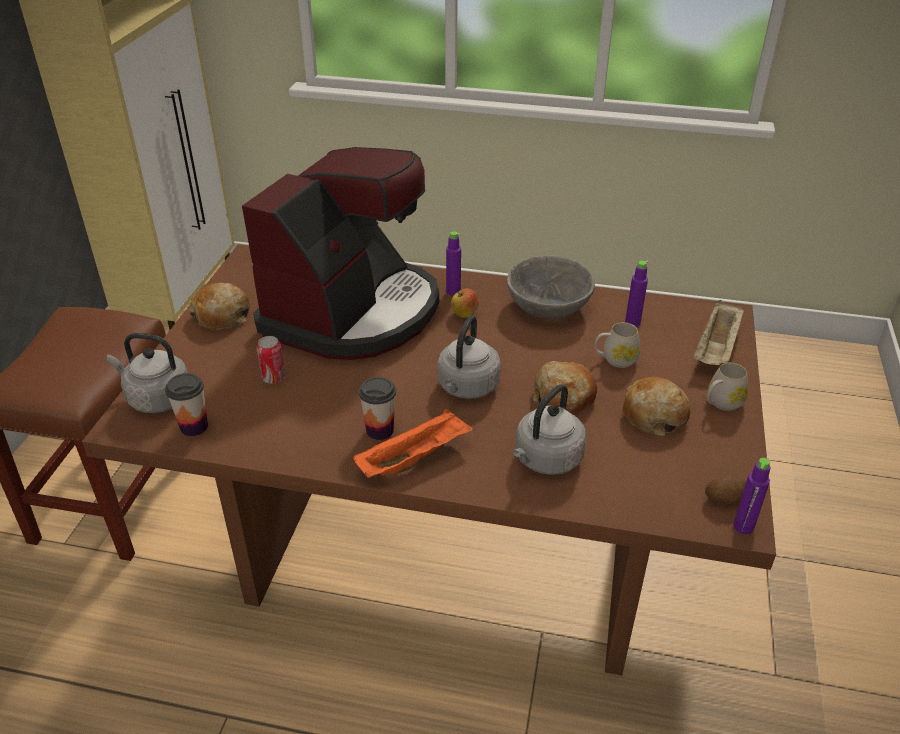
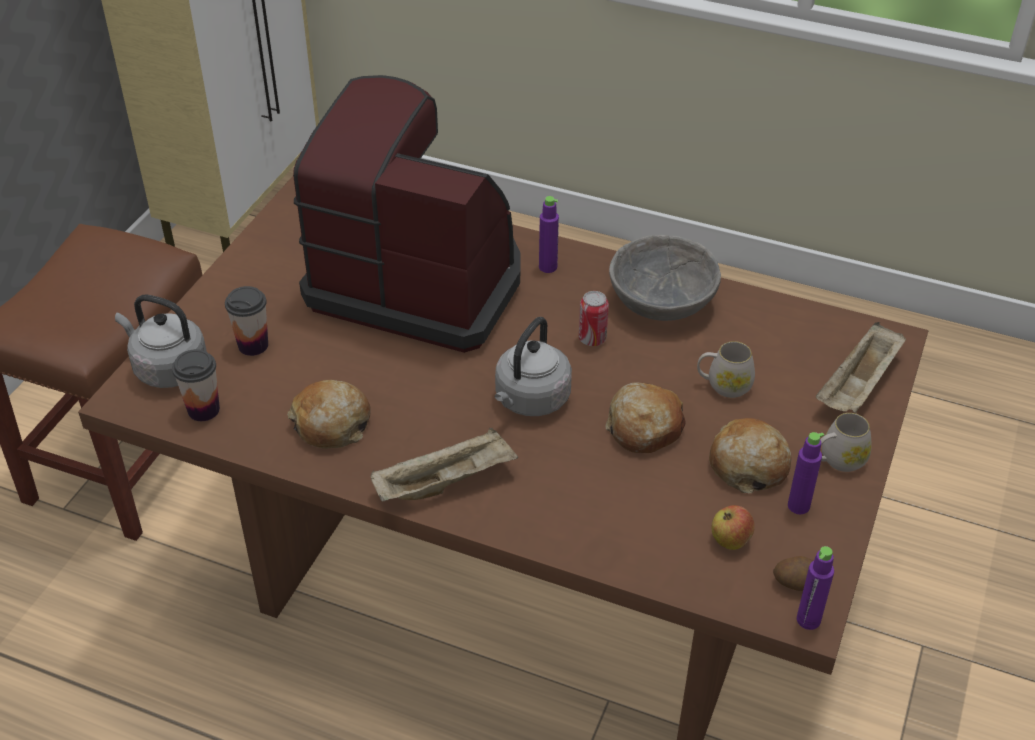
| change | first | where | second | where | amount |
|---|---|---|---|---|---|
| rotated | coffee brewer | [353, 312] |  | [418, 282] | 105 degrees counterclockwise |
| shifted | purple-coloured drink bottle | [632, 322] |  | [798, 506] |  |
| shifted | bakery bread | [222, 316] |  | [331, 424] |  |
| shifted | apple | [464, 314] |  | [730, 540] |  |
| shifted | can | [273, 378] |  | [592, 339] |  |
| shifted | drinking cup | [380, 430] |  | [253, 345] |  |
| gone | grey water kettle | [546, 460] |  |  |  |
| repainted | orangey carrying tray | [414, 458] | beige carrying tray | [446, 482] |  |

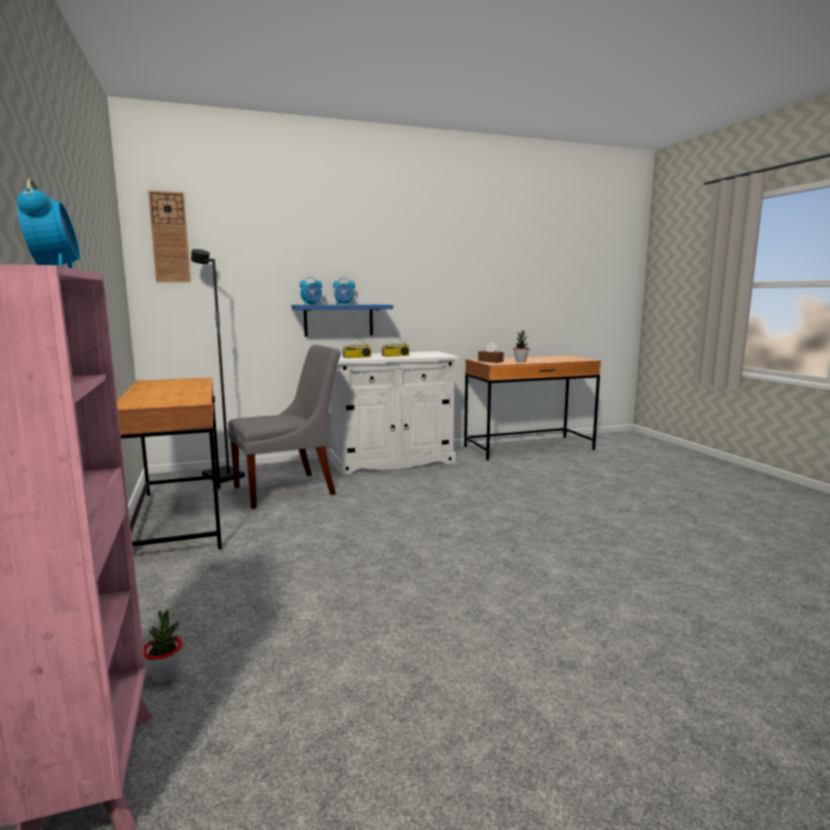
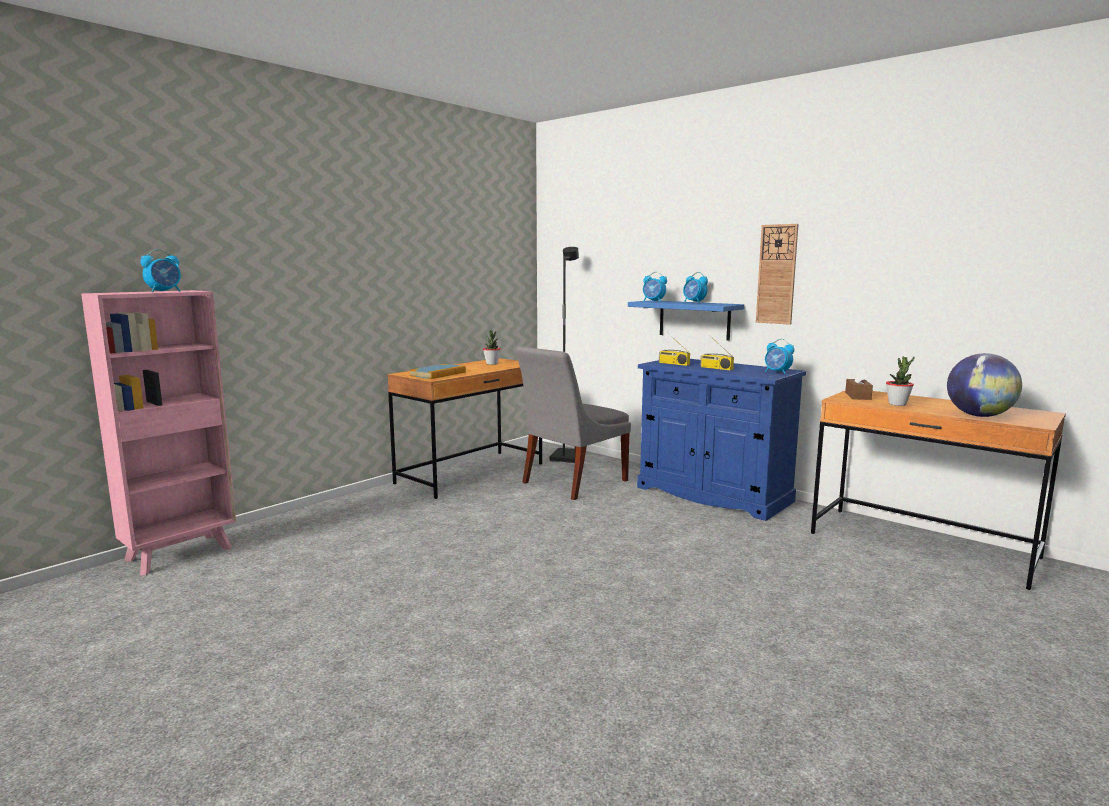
| change | first | where | second | where | amount |
|---|---|---|---|---|---|
| shifted | hanging clock | [170, 237] |  | [777, 274] |  |
| rotated | grey chair | [289, 489] |  | [571, 482] | 105 degrees clockwise |
| repainted | white cupboard | [392, 461] | blue cupboard | [713, 494] |  |
| shifted | houseplant | [165, 675] |  | [492, 363] |  |
| new |  |  | bedside clock | [777, 372] |  |
| new |  |  | globe | [979, 416] |  |
| new |  |  | volume | [438, 374] |  |

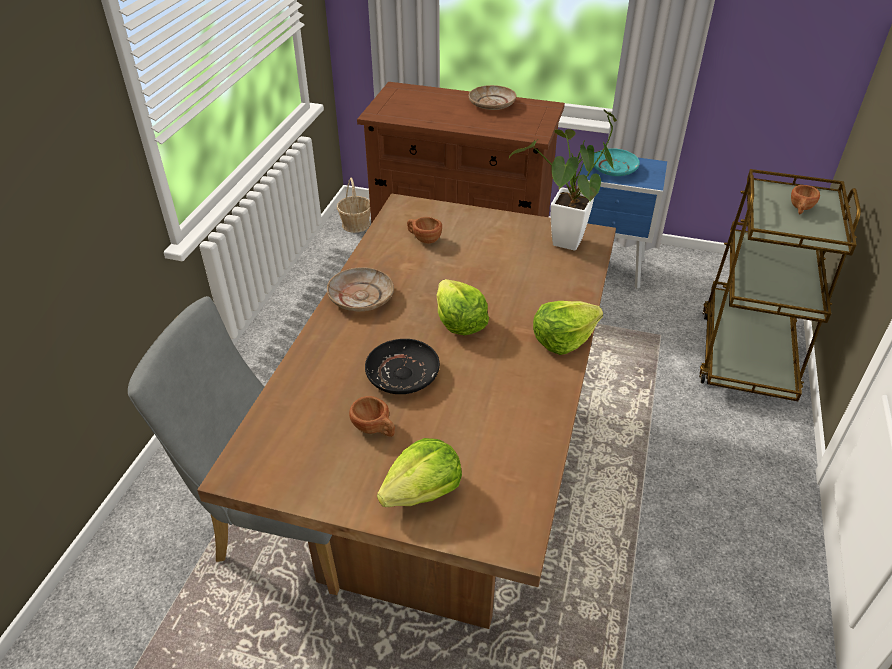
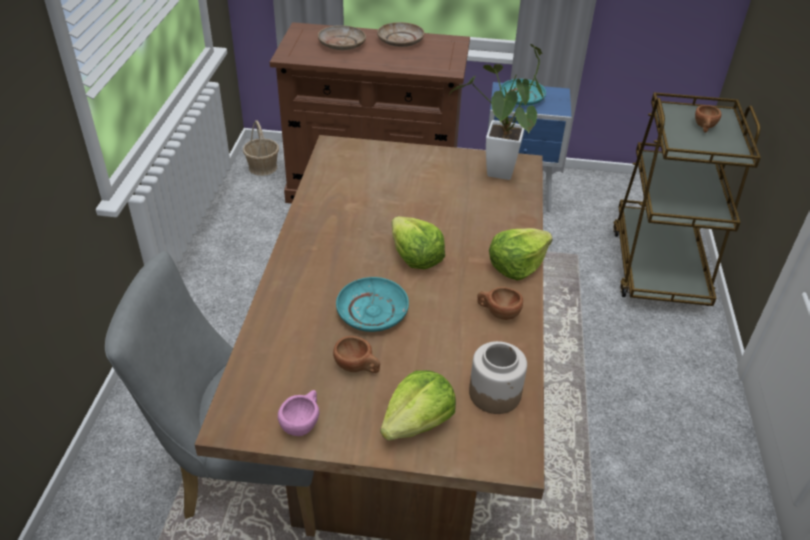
| change | first | where | second | where | amount |
|---|---|---|---|---|---|
| shifted | brown drinking cup | [423, 239] |  | [498, 312] |  |
| shifted | beige dinner plate | [361, 297] |  | [341, 44] |  |
| repainted | black dinner plate | [403, 374] | turquoise dinner plate | [372, 312] |  |
| new |  |  | jar | [495, 393] |  |
| new |  |  | pinkish drinking cup | [303, 422] |  |

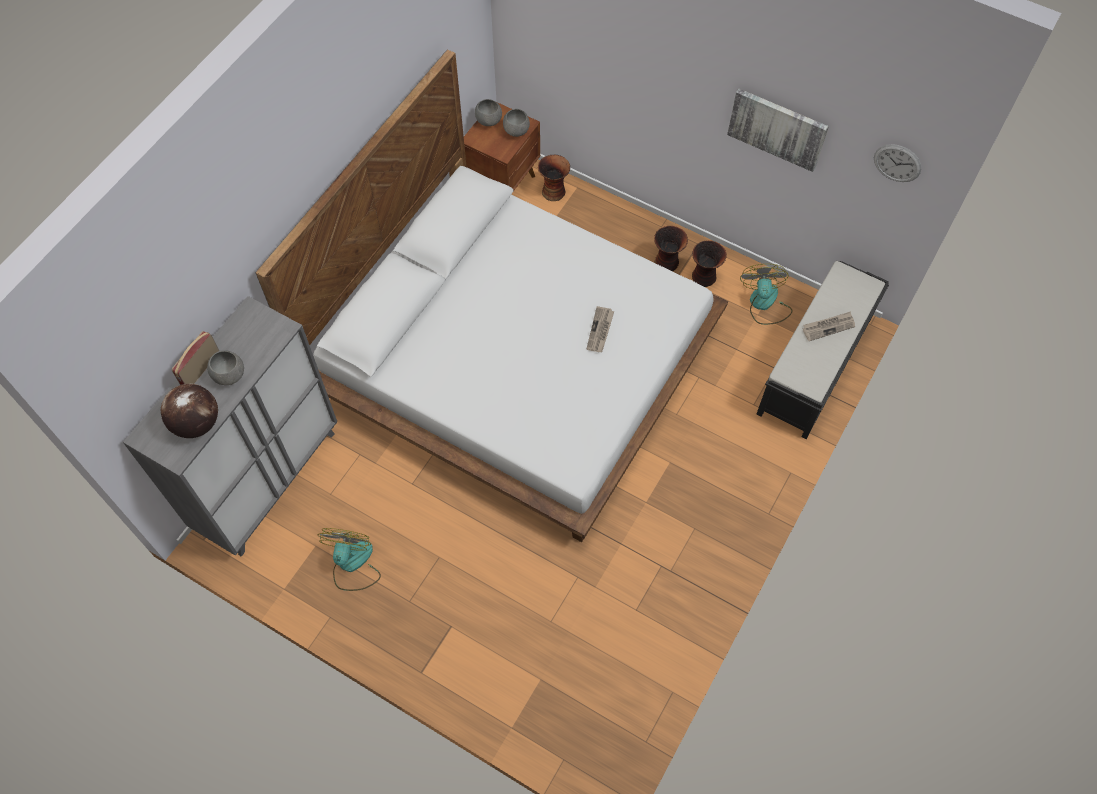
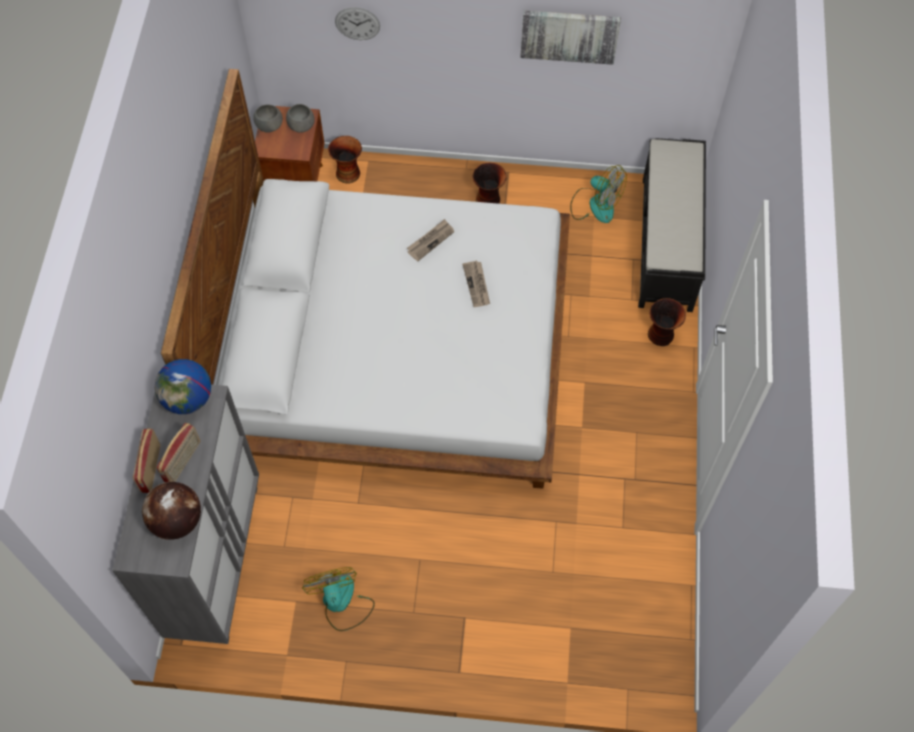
| change | first | where | second | where | amount |
|---|---|---|---|---|---|
| shifted | hanging clock | [897, 163] |  | [357, 23] |  |
| shifted | vase | [704, 277] |  | [661, 335] |  |
| rotated | cooling fan | [764, 304] |  | [595, 204] | 150 degrees clockwise |
| shifted | newspaper | [828, 327] |  | [430, 241] |  |
| swapped | grey bowl | [229, 375] | radio receiver | [183, 462] |  |
| new |  |  | globe | [188, 399] |  |

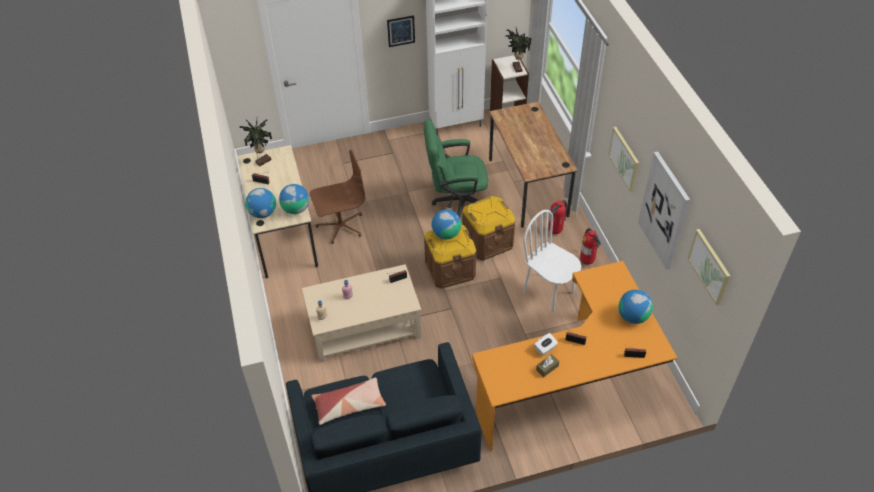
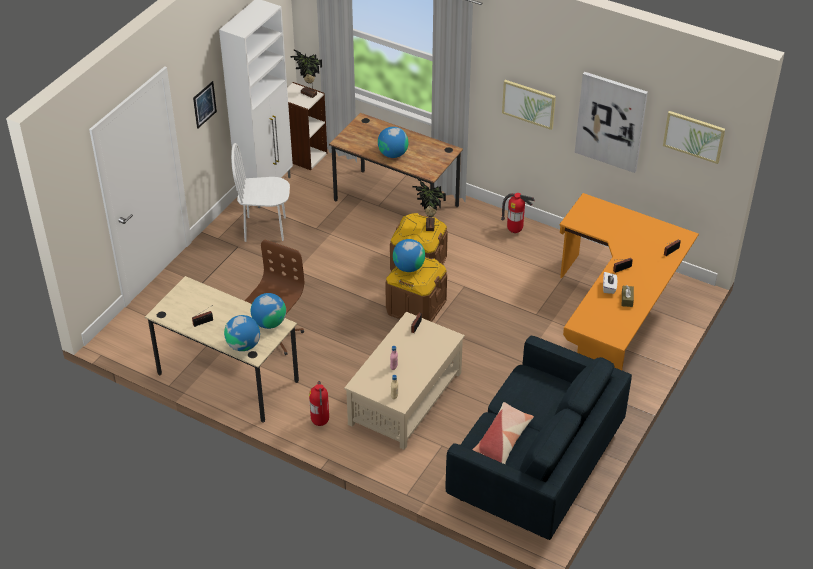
| change | first | where | second | where | amount |
|---|---|---|---|---|---|
| shifted | houseplant | [262, 161] |  | [429, 226] |  |
| gone | green-coloured desk chair | [456, 201] |  |  |  |
| shifted | extinguisher | [555, 232] |  | [321, 422] |  |
| shifted | white chair | [548, 292] |  | [265, 229] |  |
| shifted | globe | [633, 316] |  | [393, 154] |  |

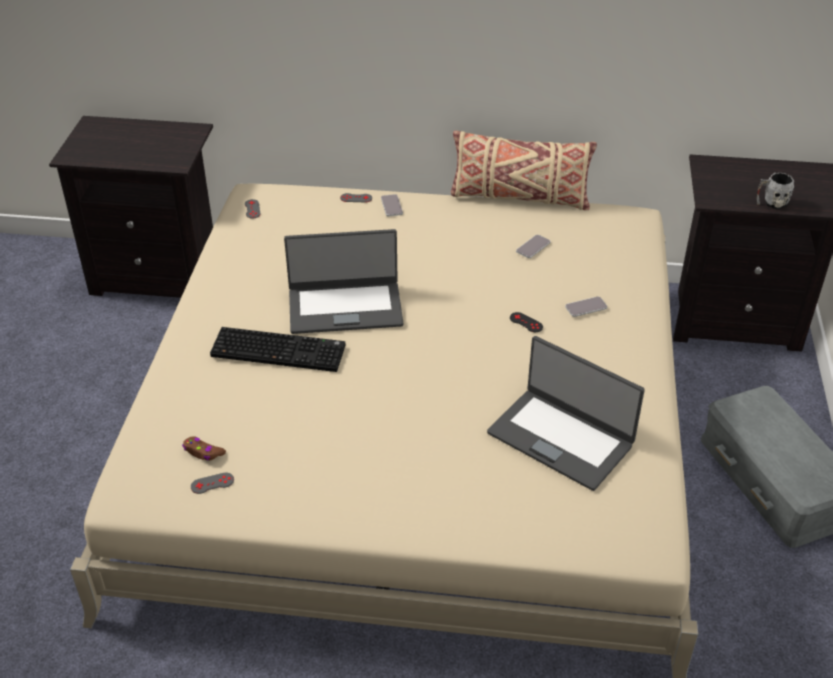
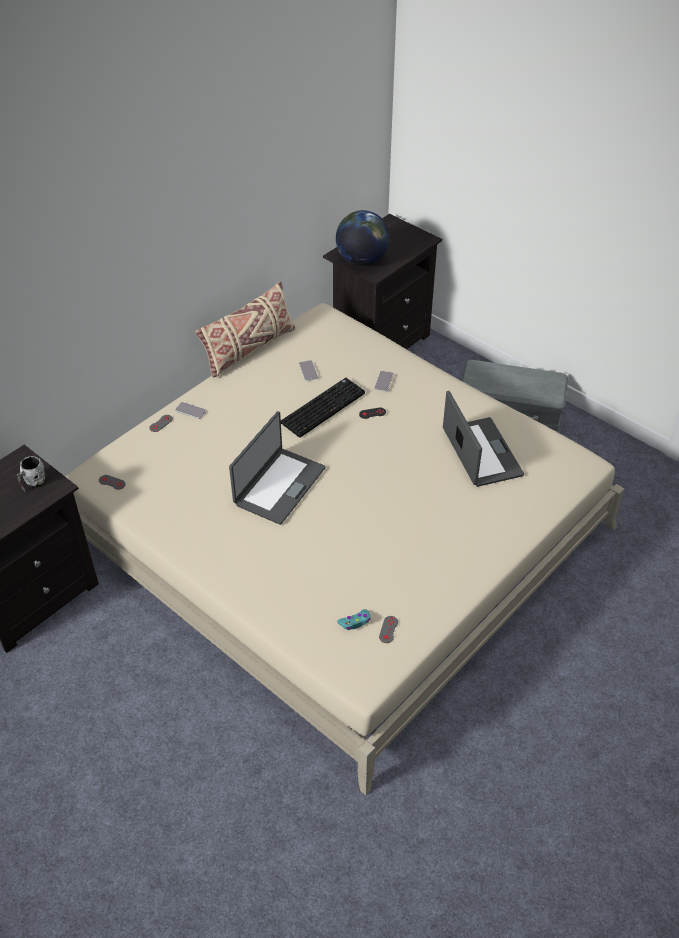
| change | first | where | second | where | amount |
|---|---|---|---|---|---|
| shifted | grey mug | [771, 203] |  | [33, 483] |  |
| shifted | computer keyboard | [280, 350] |  | [323, 407] |  |
| rotated | notebook computer | [561, 438] |  | [480, 453] | 90 degrees counterclockwise |
| repainted | brown gamepad | [203, 452] | turquoise gamepad | [355, 622] |  |
| new |  |  | globe | [362, 260] |  |

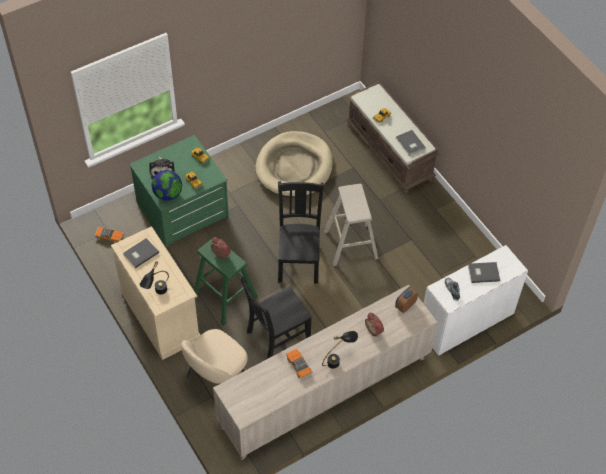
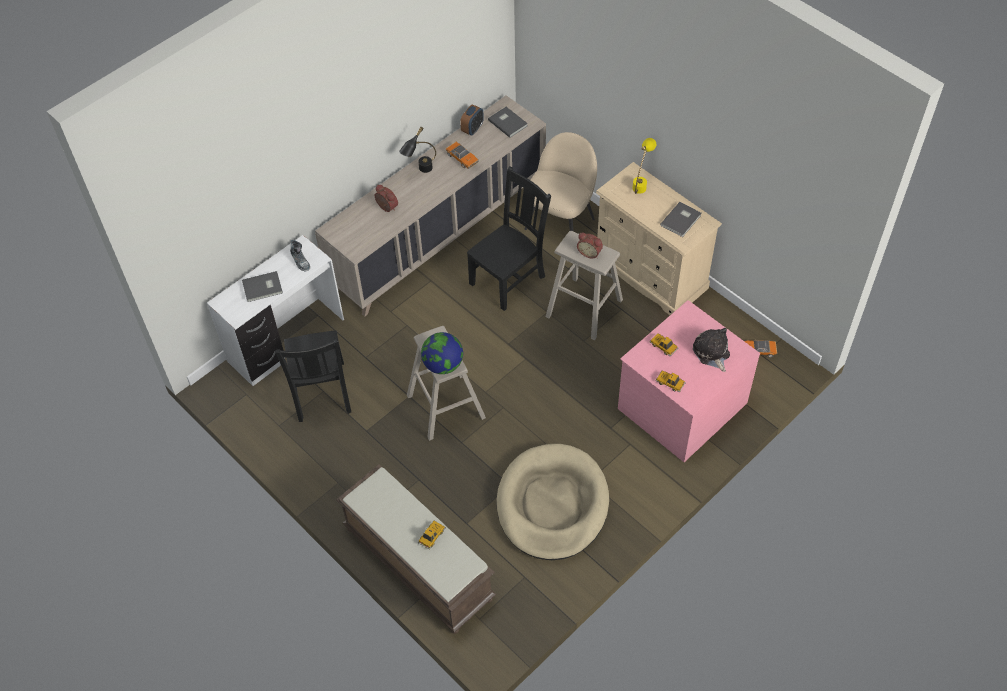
| change | first | where | second | where | amount |
|---|---|---|---|---|---|
| shifted | grey volume | [410, 144] |  | [508, 122] |  |
| repainted | green-coloured drawer chest | [183, 211] | pinkish drawer chest | [680, 404] |  |
| shifted | globe | [168, 194] |  | [443, 365] |  |
| shifted | black chair | [299, 261] |  | [321, 393] |  |
| repainted | green-coloured stool seat | [224, 297] | beige stool seat | [584, 308] |  |
| repainted | black tabletop lamp | [157, 293] | yellow tabletop lamp | [641, 183] |  |
| shifted | bedside clock | [405, 305] |  | [472, 129] |  |

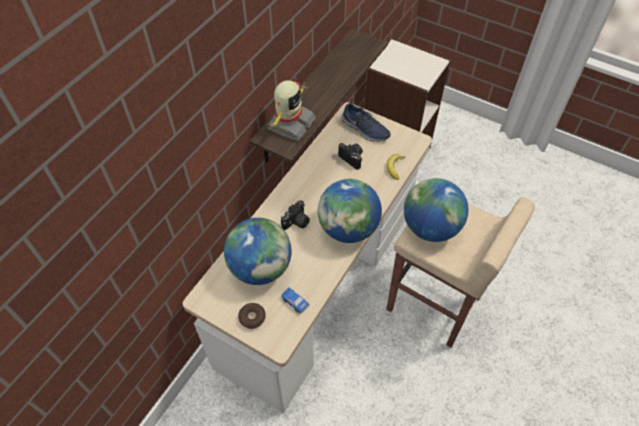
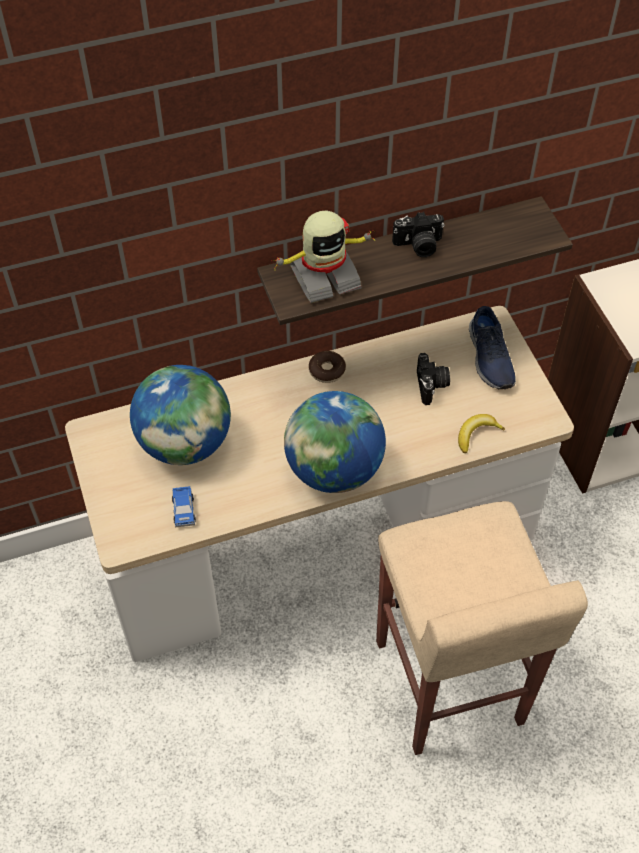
| change | first | where | second | where | amount |
|---|---|---|---|---|---|
| gone | globe | [430, 227] |  |  |  |
| shifted | photo camera | [296, 222] |  | [418, 246] |  |
| shifted | ring doughnut | [252, 318] |  | [327, 371] |  |

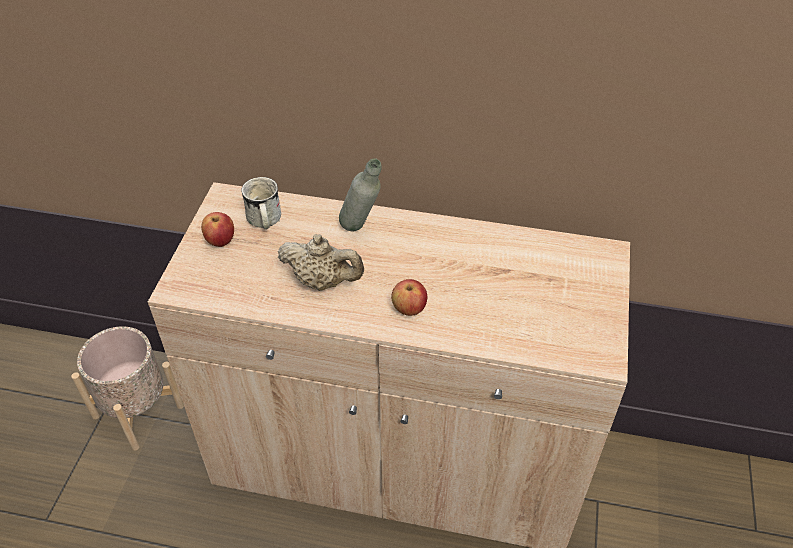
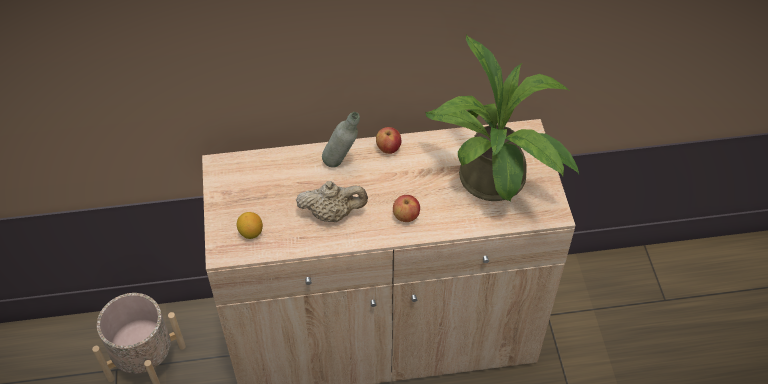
| change | first | where | second | where | amount |
|---|---|---|---|---|---|
| gone | white mug | [264, 222] |  |  |  |
| shifted | apple | [220, 241] |  | [388, 148] |  |
| new |  |  | houseplant | [494, 185] |  |
| new |  |  | whole lemon | [251, 233] |  |

